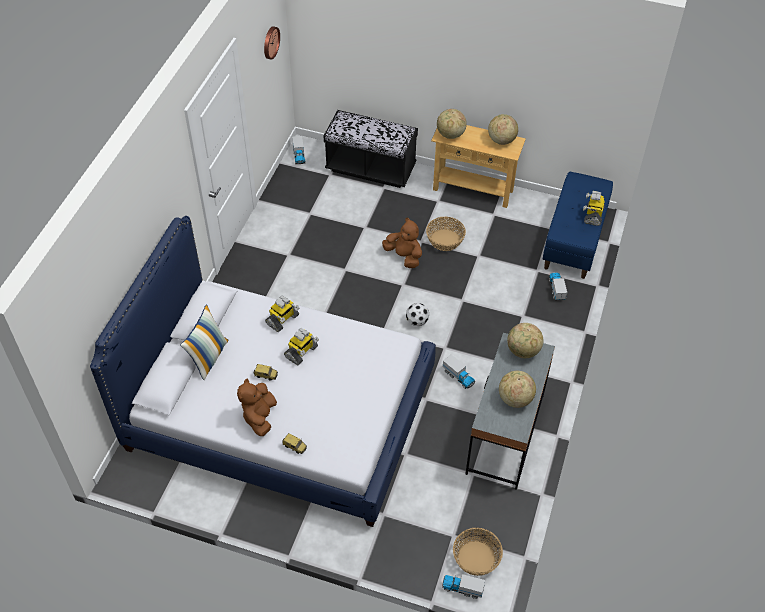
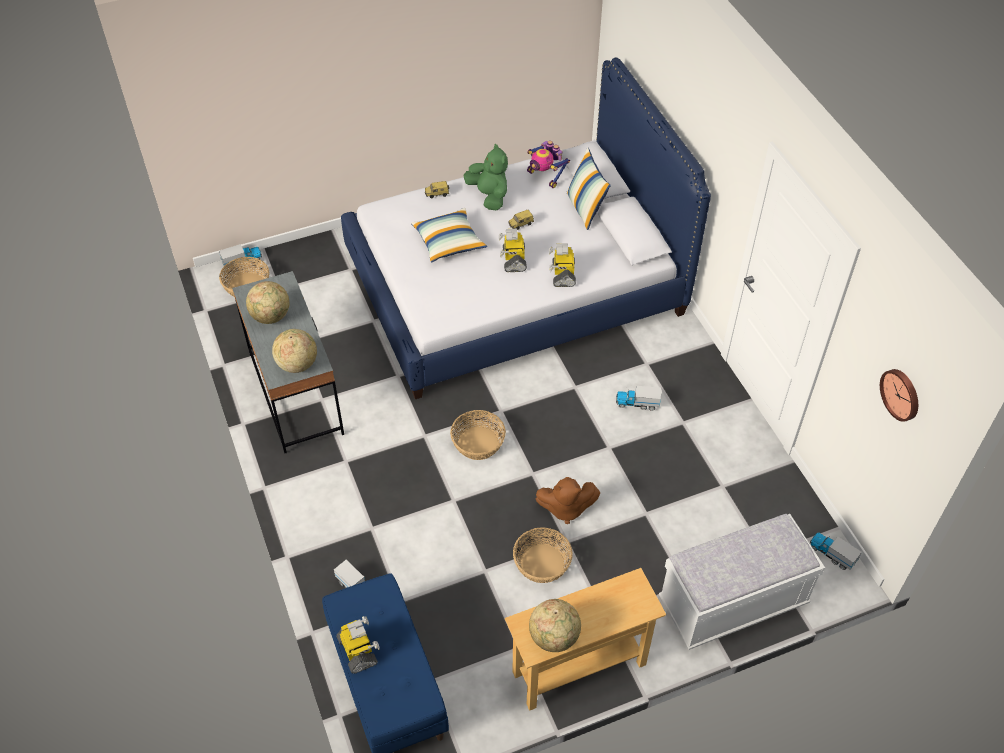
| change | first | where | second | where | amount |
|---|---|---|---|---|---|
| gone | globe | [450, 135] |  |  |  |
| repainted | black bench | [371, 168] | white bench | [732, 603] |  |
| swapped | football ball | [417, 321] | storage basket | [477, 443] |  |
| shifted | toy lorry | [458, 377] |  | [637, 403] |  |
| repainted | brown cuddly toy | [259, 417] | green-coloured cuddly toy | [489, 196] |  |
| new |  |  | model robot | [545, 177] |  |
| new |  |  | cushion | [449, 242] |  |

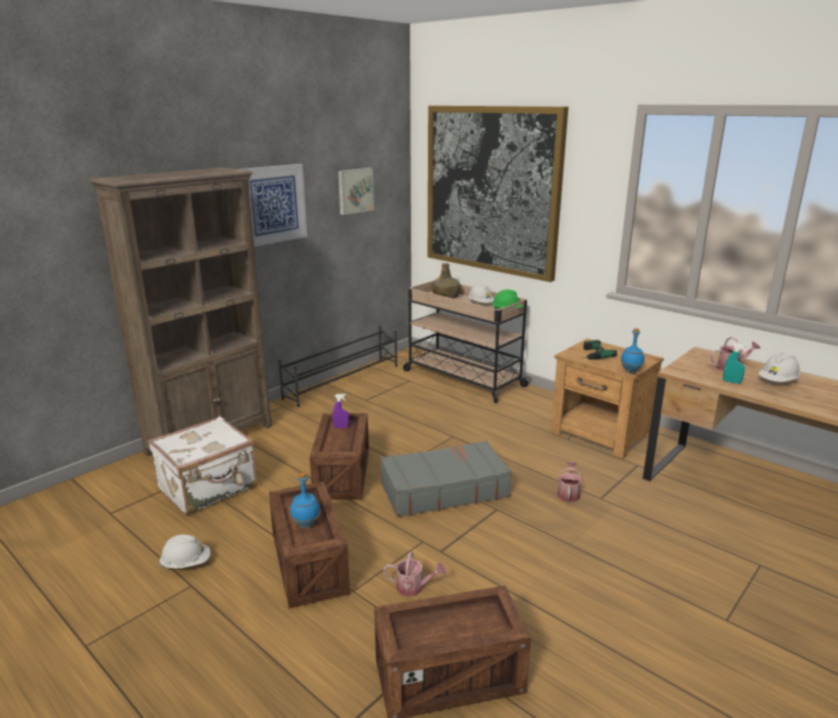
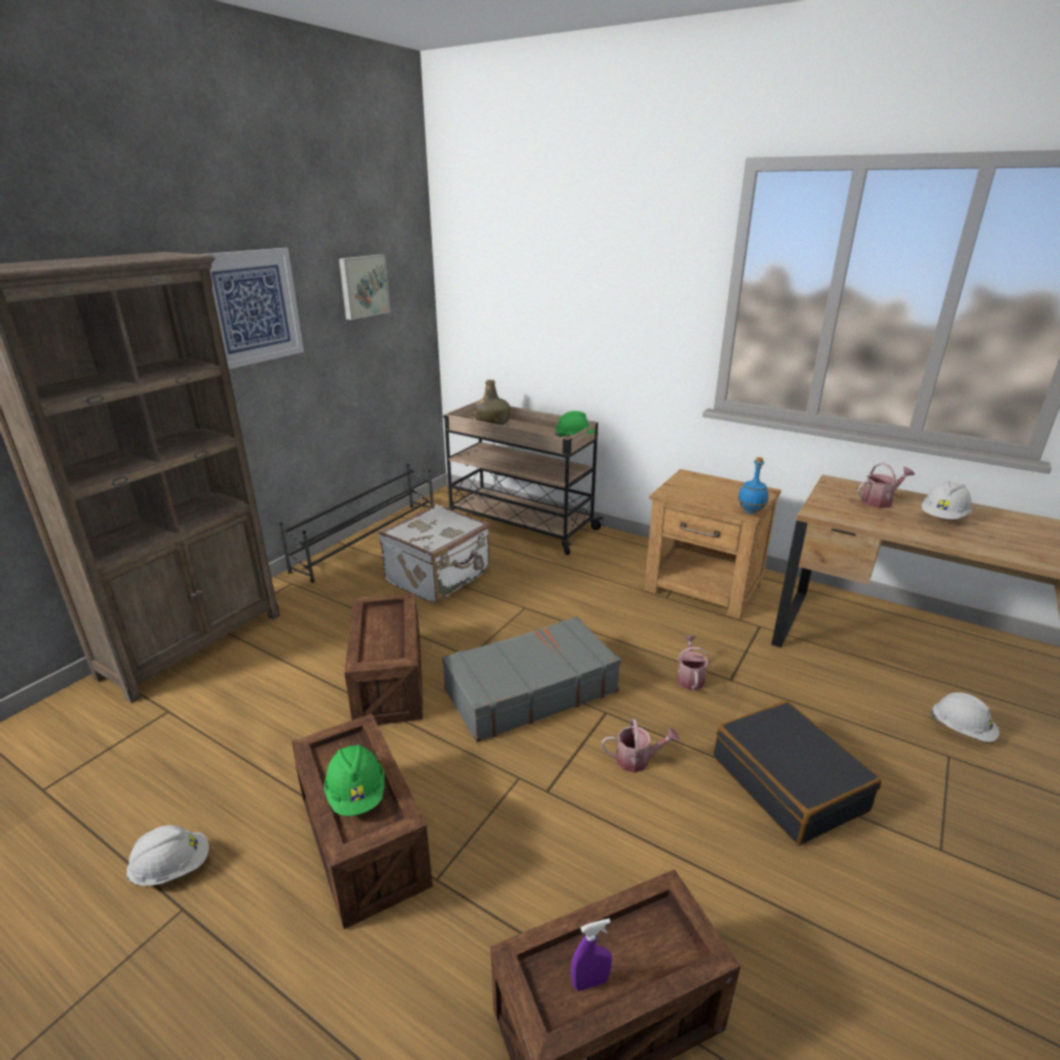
| change | first | where | second | where | amount |
|---|---|---|---|---|---|
| gone | picture | [492, 190] |  |  |  |
| shifted | white work helmet | [481, 304] |  | [961, 730] |  |
| gone | drill | [590, 354] |  |  |  |
| gone | turquoise sprayer | [731, 382] |  |  |  |
| shifted | purple-coloured sprayer | [341, 427] |  | [590, 982] |  |
| shifted | white suitcase | [209, 488] |  | [440, 577] |  |
| swapped | blue drink bottle | [306, 524] | green-coloured work helmet | [357, 794] |  |
| shifted | sprinkling can | [414, 587] |  | [637, 759] |  |
| new |  |  | black suitcase | [789, 783] |  |

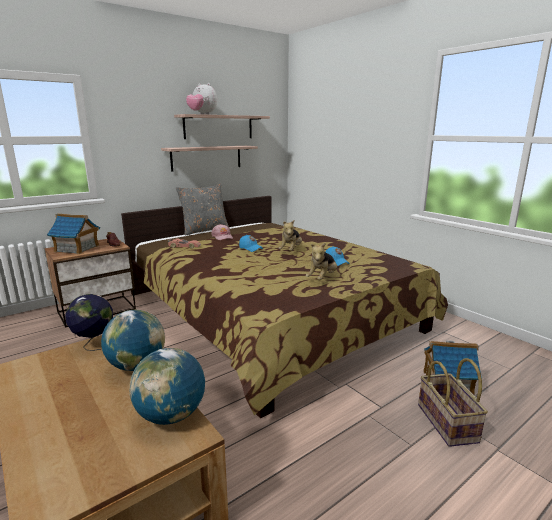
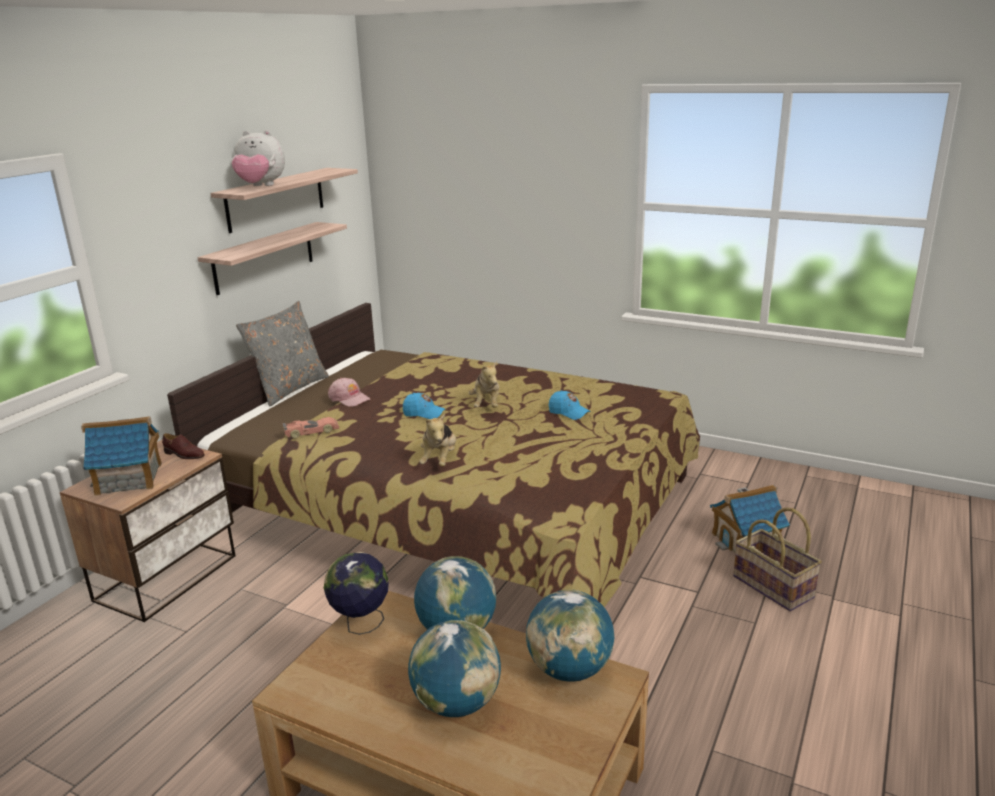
| change | first | where | second | where | amount |
|---|---|---|---|---|---|
| shifted | cuddly toy | [322, 278] |  | [439, 460] |  |
| new |  |  | globe | [456, 703] |  |

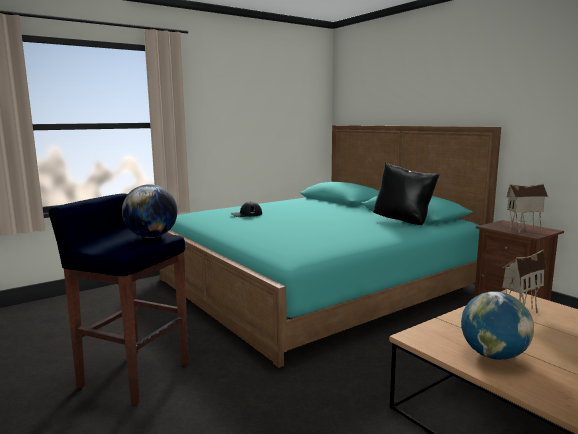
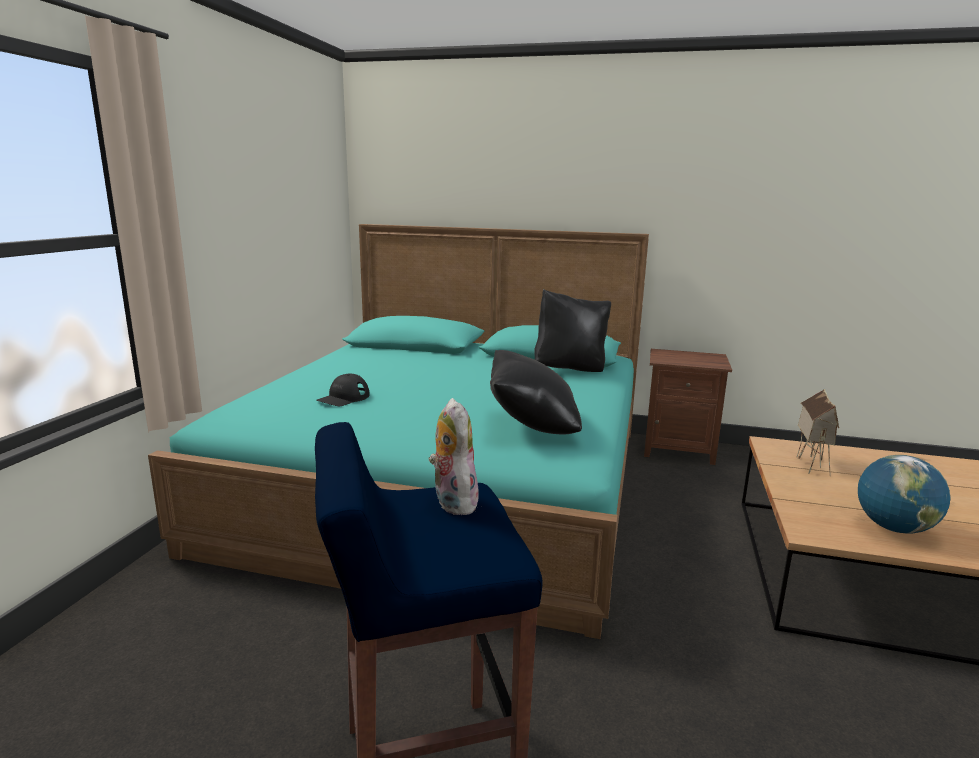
| change | first | where | second | where | amount |
|---|---|---|---|---|---|
| swapped | globe | [151, 237] | cuddly toy | [452, 502] |  |
| gone | model house | [524, 231] |  |  |  |
| new |  |  | black cushion | [532, 427] |  |

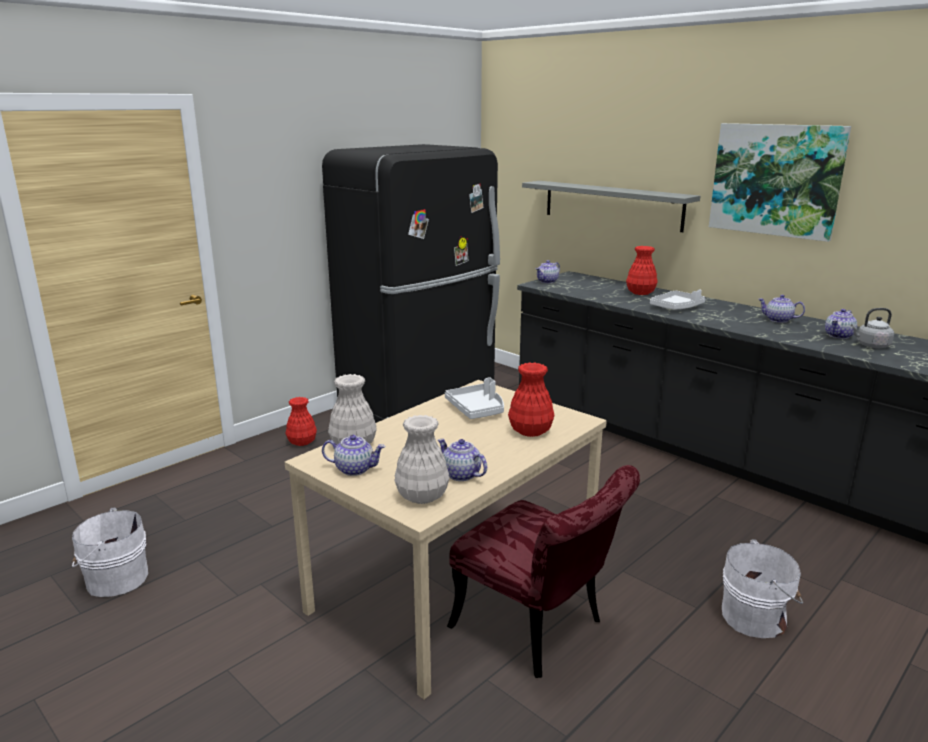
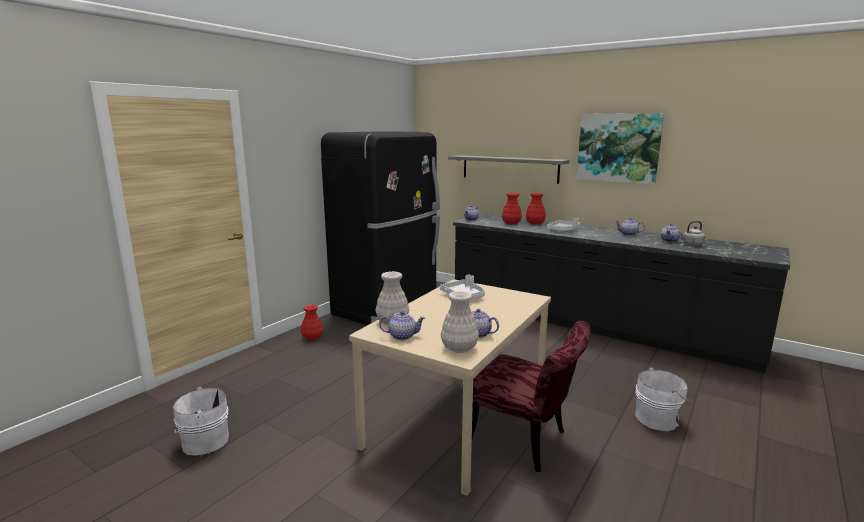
| change | first | where | second | where | amount |
|---|---|---|---|---|---|
| shifted | red vase | [530, 431] |  | [511, 223] |  |

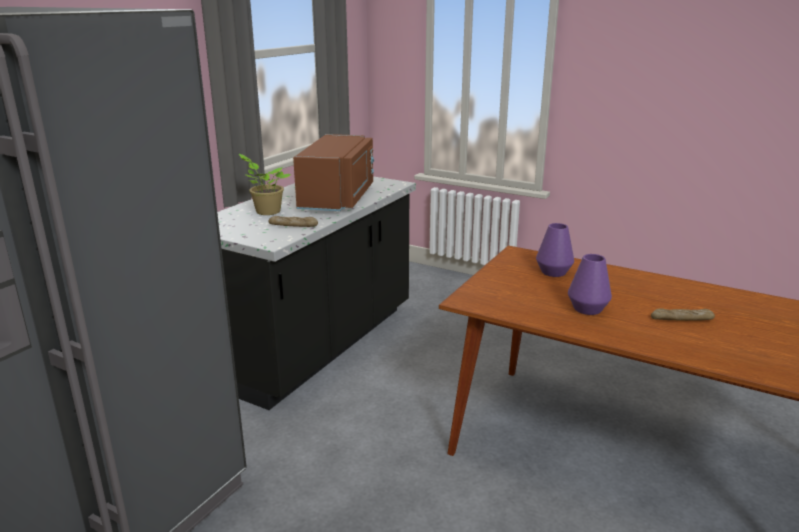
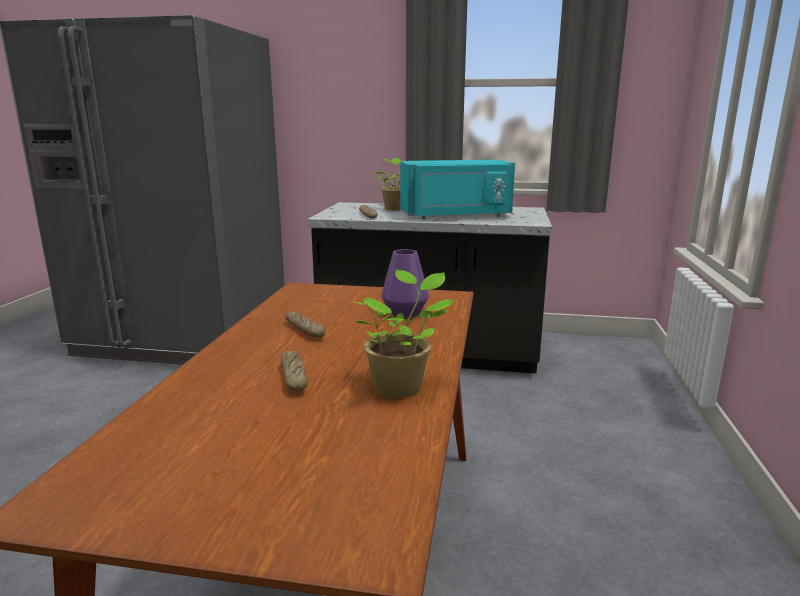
| change | first | where | second | where | amount |
|---|---|---|---|---|---|
| repainted | brown microwave oven | [339, 198] | turquoise microwave oven | [456, 216] |  |
| swapped | purple-coloured vase | [587, 309] | bakery bread | [304, 330] |  |
| new |  |  | houseplant | [400, 386] |  |

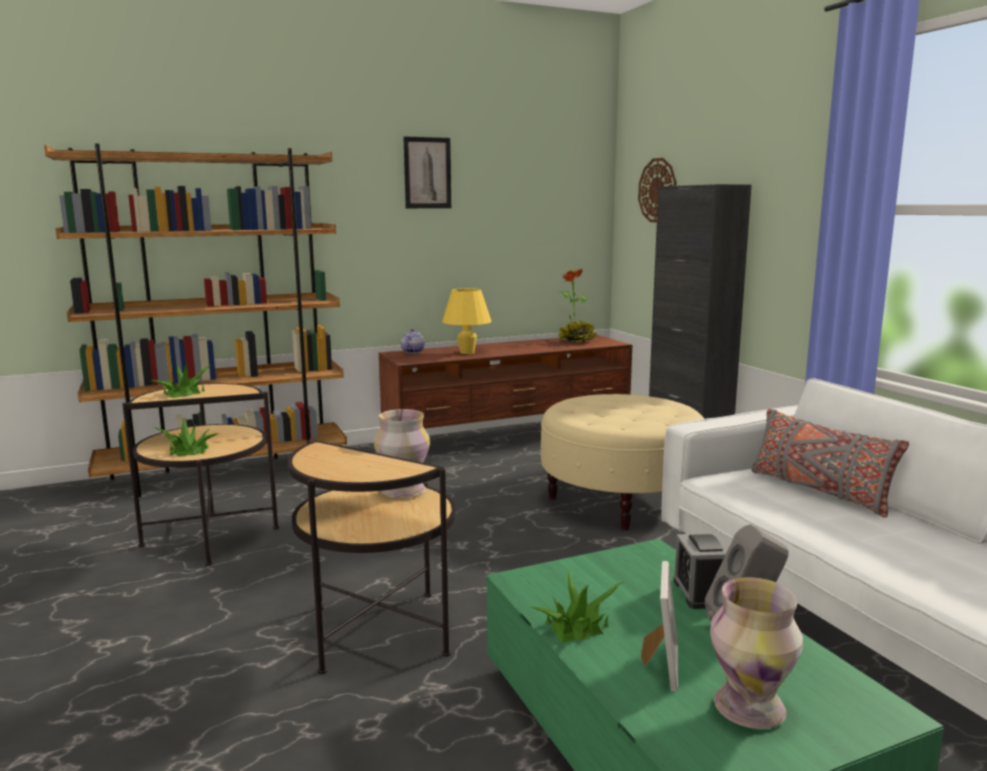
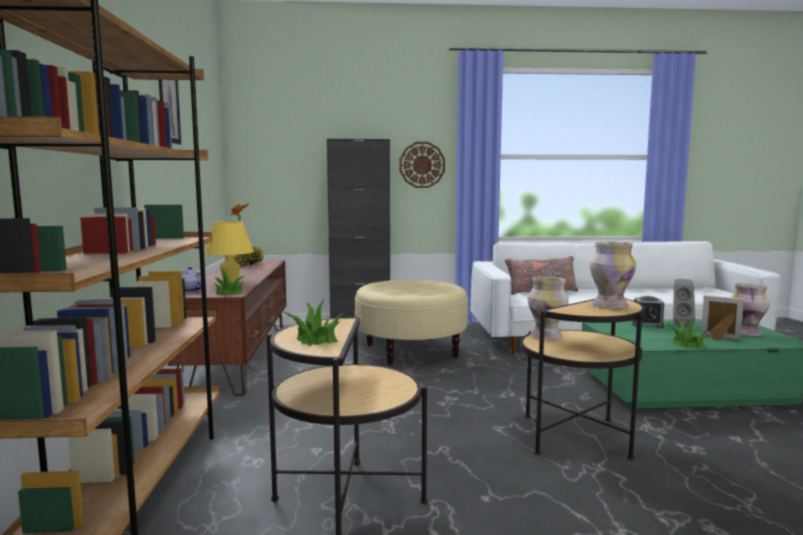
| change | first | where | second | where | amount |
|---|---|---|---|---|---|
| shifted | hanging clock | [657, 190] |  | [422, 165] |  |
| shifted | houseplant | [188, 450] |  | [229, 292] |  |
| new |  |  | vase | [609, 305] |  |

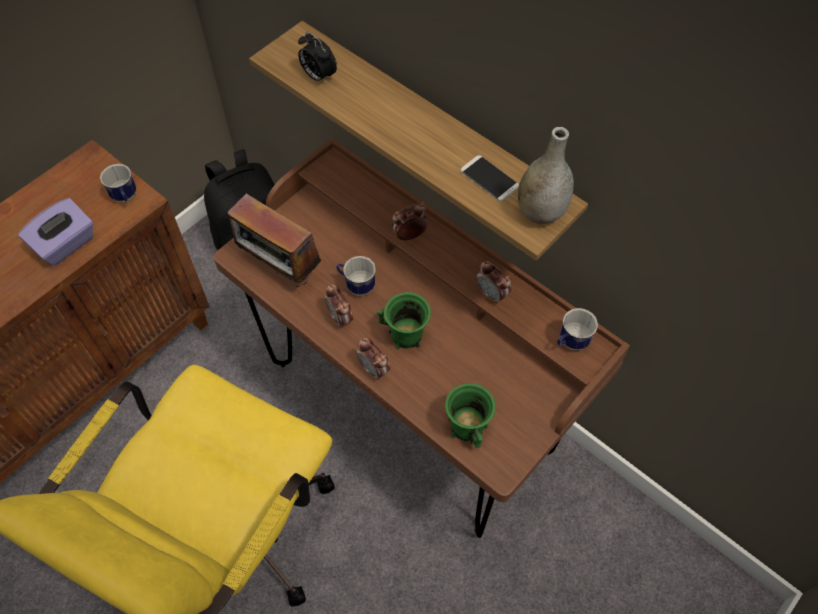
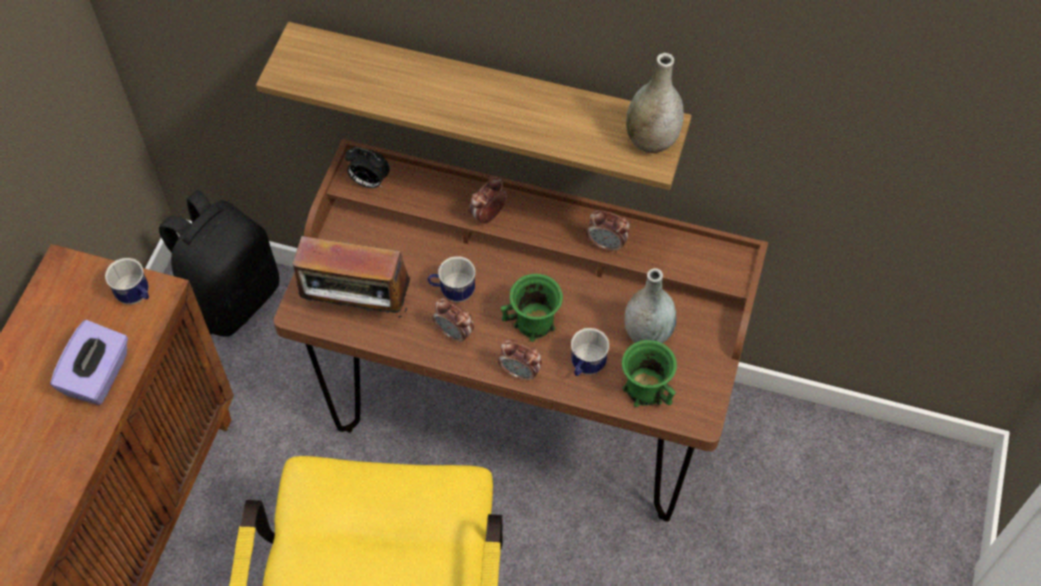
| change | first | where | second | where | amount |
|---|---|---|---|---|---|
| shifted | bedside clock | [318, 76] |  | [369, 182] |  |
| gone | telephone | [489, 178] |  |  |  |
| shifted | mug | [570, 342] |  | [585, 367] |  |
| new |  |  | grey vase | [647, 334] |  |

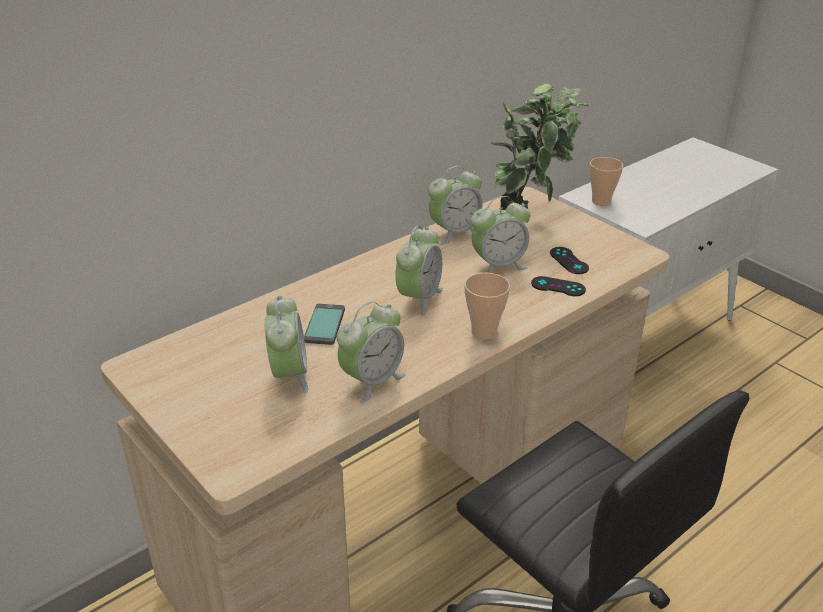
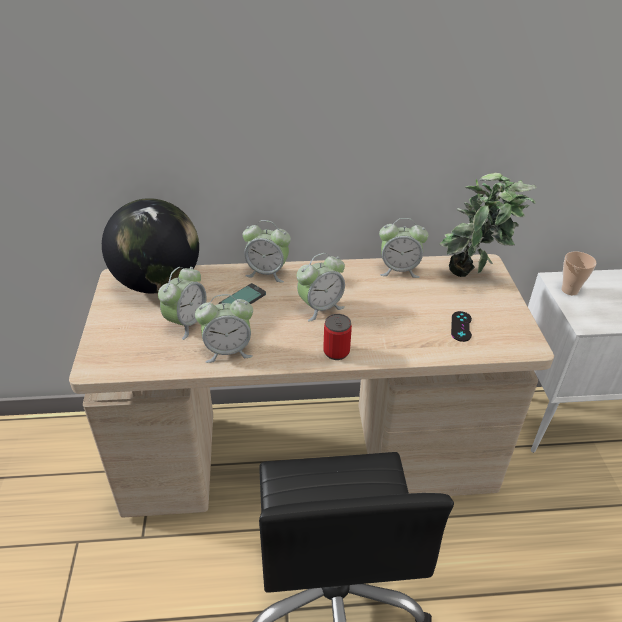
| change | first | where | second | where | amount |
|---|---|---|---|---|---|
| shifted | bedside clock | [498, 266] |  | [267, 273] |  |
| swapped | drinking cup | [484, 332] | can | [336, 352] |  |
| gone | black gamepad | [558, 287] |  |  |  |
| new |  |  | globe | [158, 283] |  |

